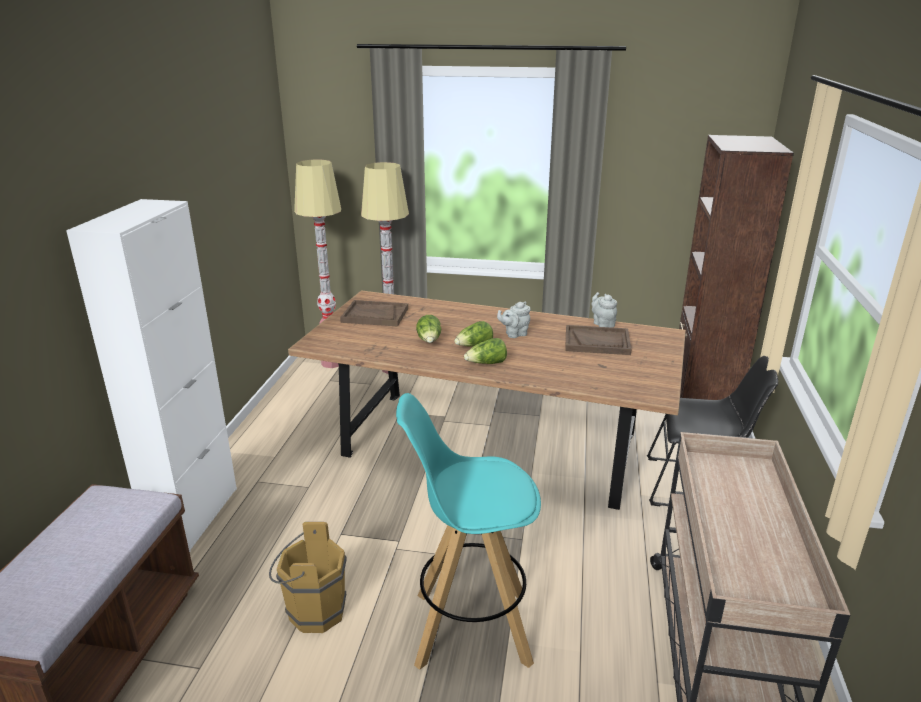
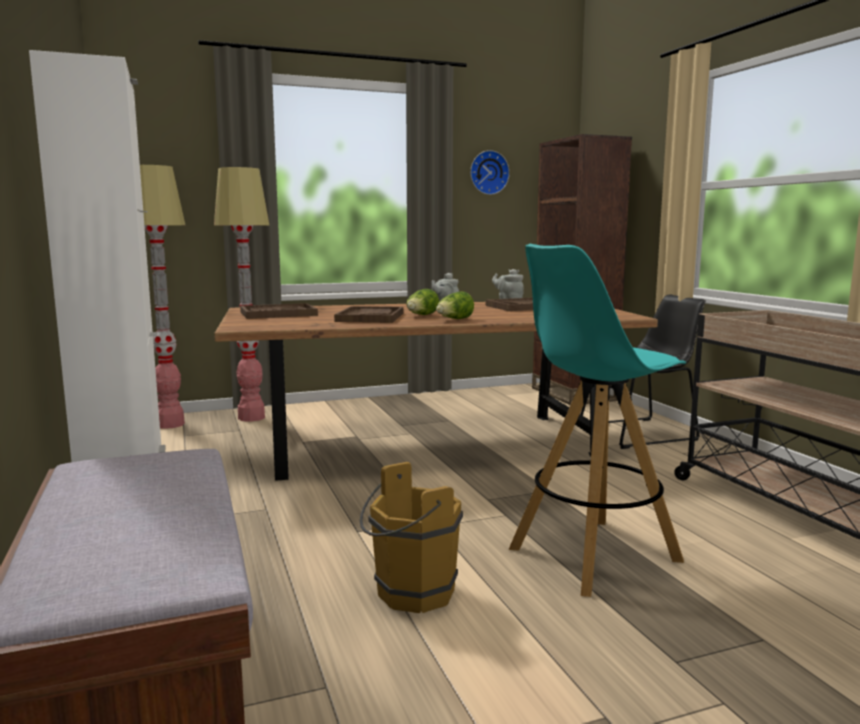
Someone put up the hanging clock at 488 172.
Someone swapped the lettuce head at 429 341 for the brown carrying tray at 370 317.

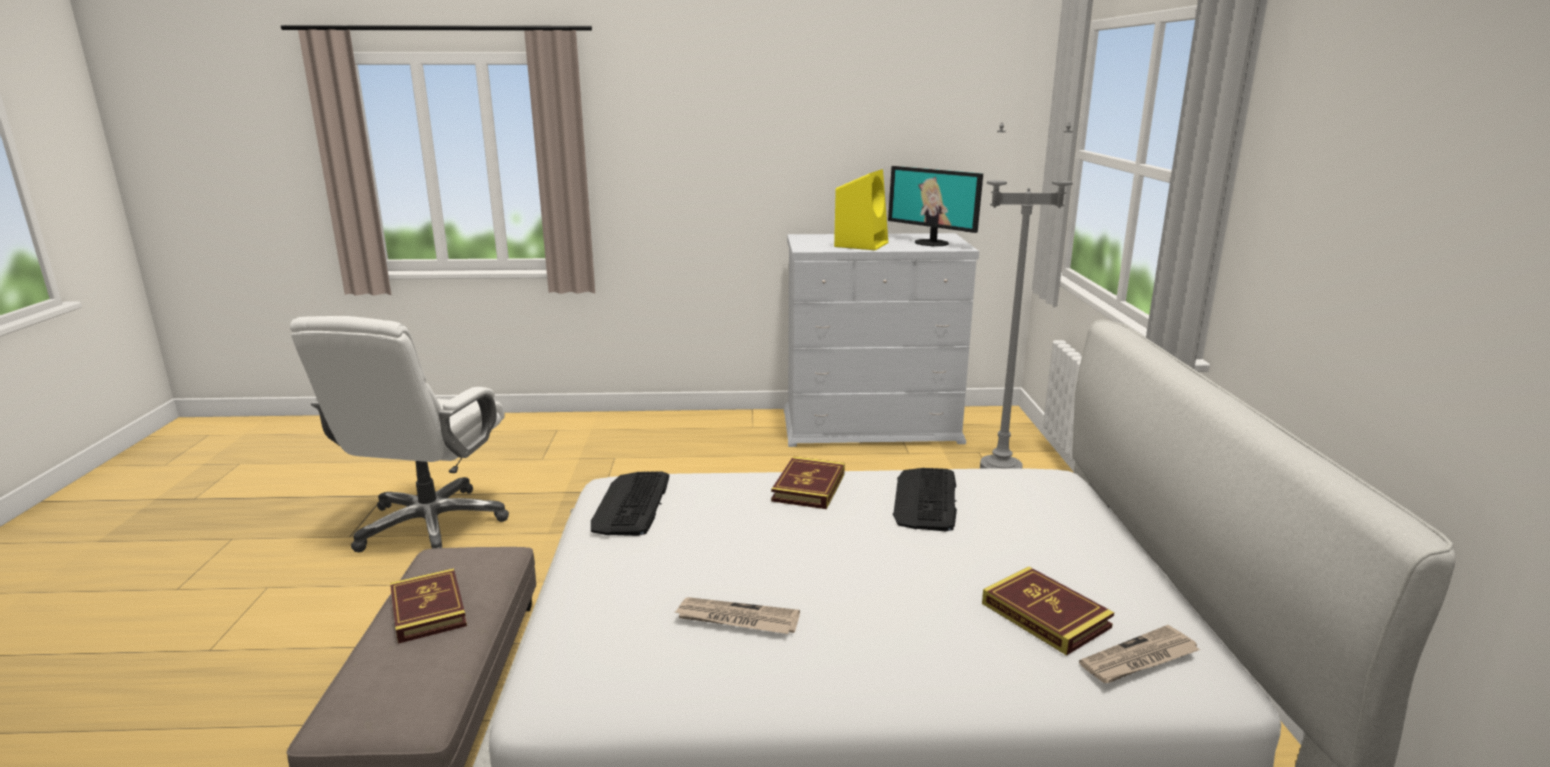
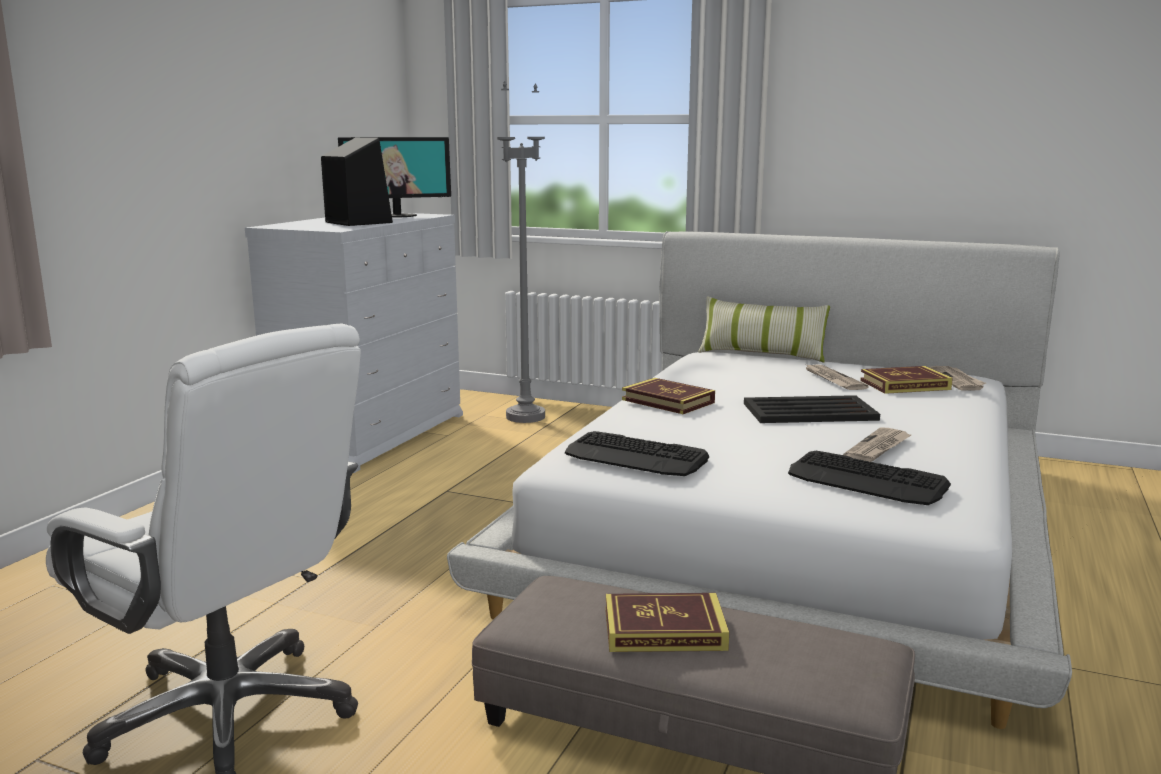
Someone put down the throw pillow at 762 354.
Someone put down the blackish carrying tray at 808 411.
Someone put down the printed paper at 832 379.
Someone carried the PC keyboard from 926 500 to 867 480.
Someone repainted the yellowish loudspeaker at 861 244, which became the blackish loudspeaker at 357 222.

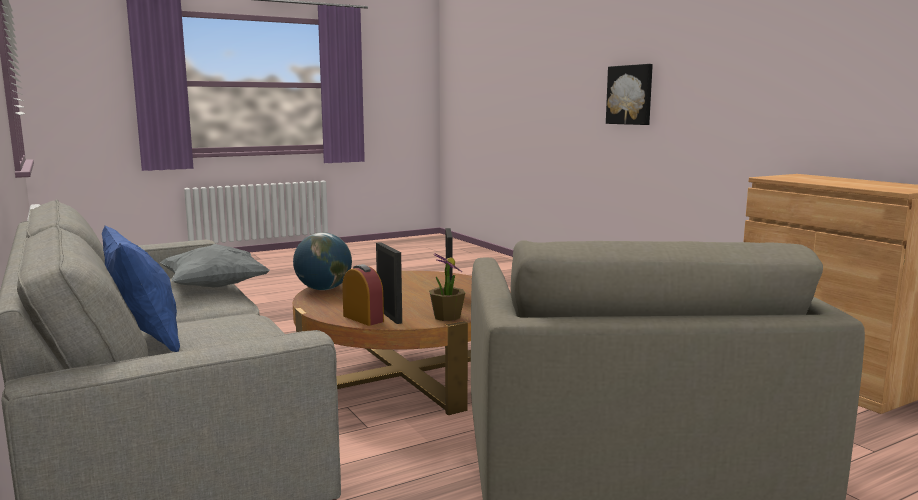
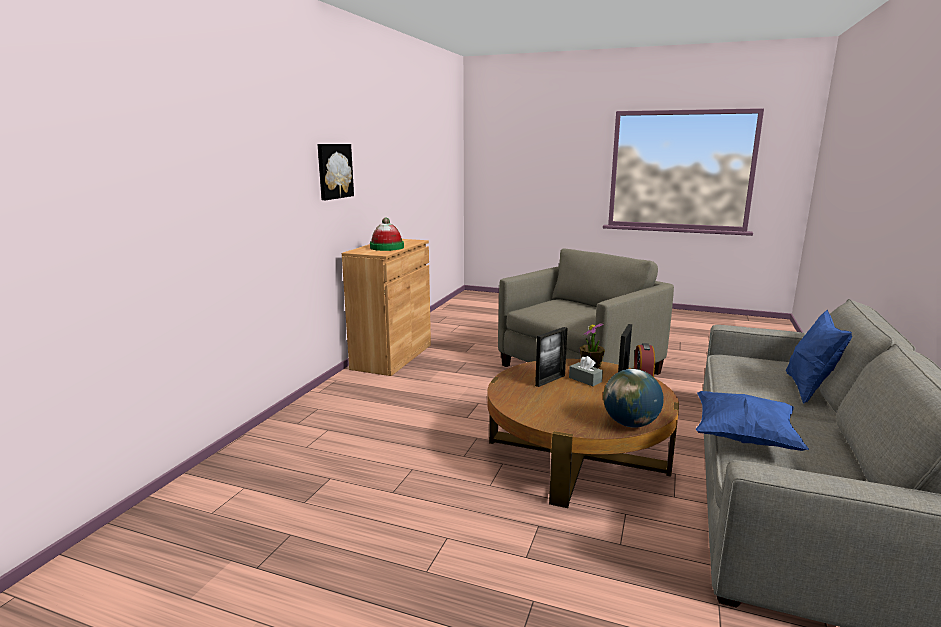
Someone put down the wearable hat at 387 247.
Someone put down the gray tissue box at 585 380.
Someone carried the wall art from 630 95 to 334 171.
Someone repainted the gray throw pillow at 215 287, which became the blue throw pillow at 743 438.

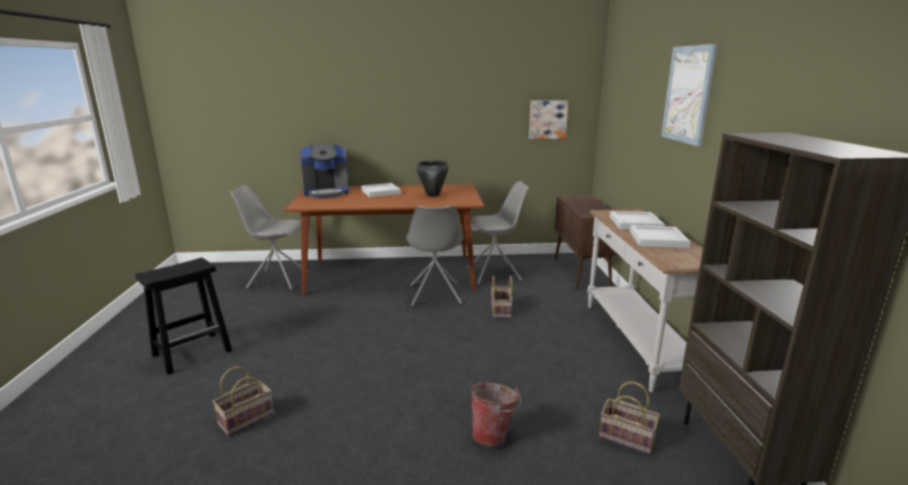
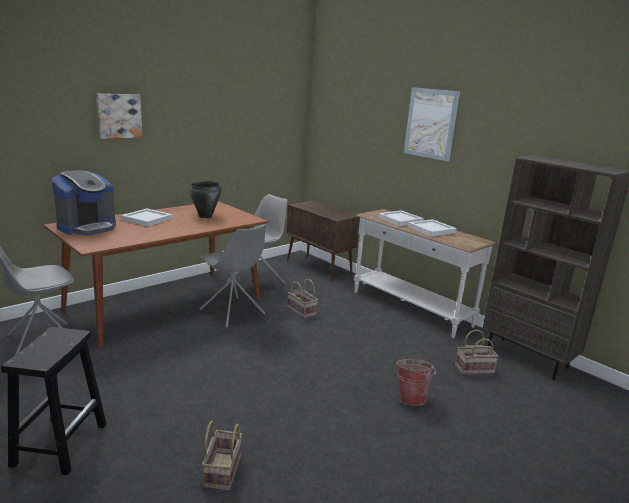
Someone carried the wall art from 547 119 to 118 116.

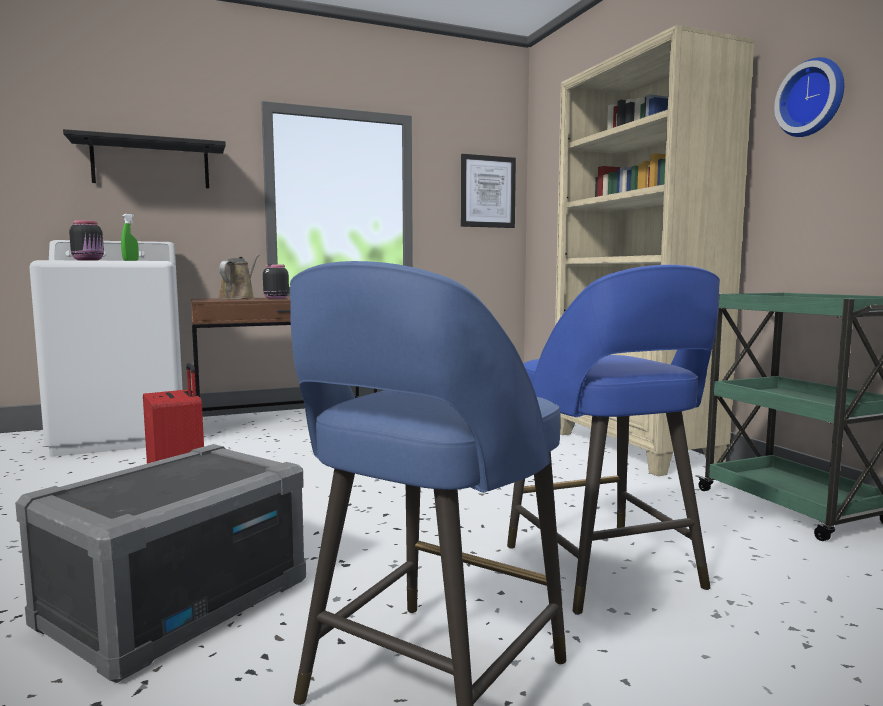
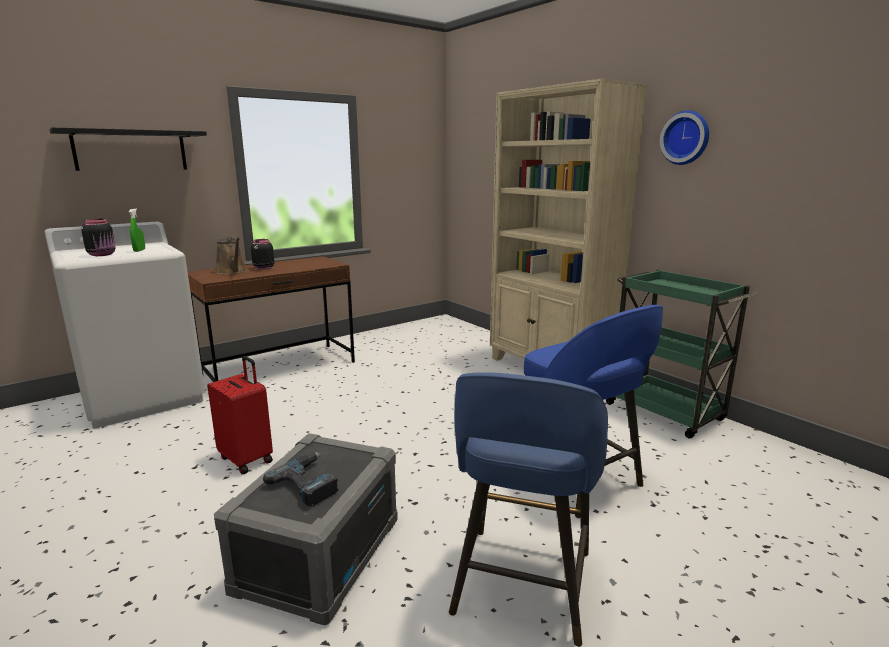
Someone took away the wall art at 487 192.
Someone put down the power drill at 309 483.
Someone rotated the brown sprinkling can at 238 299 by 150 degrees clockwise.

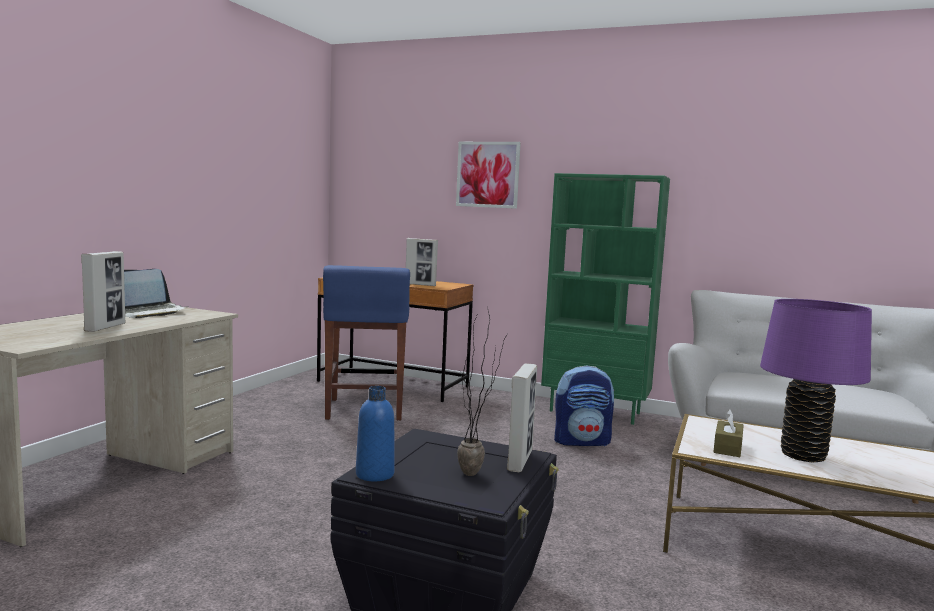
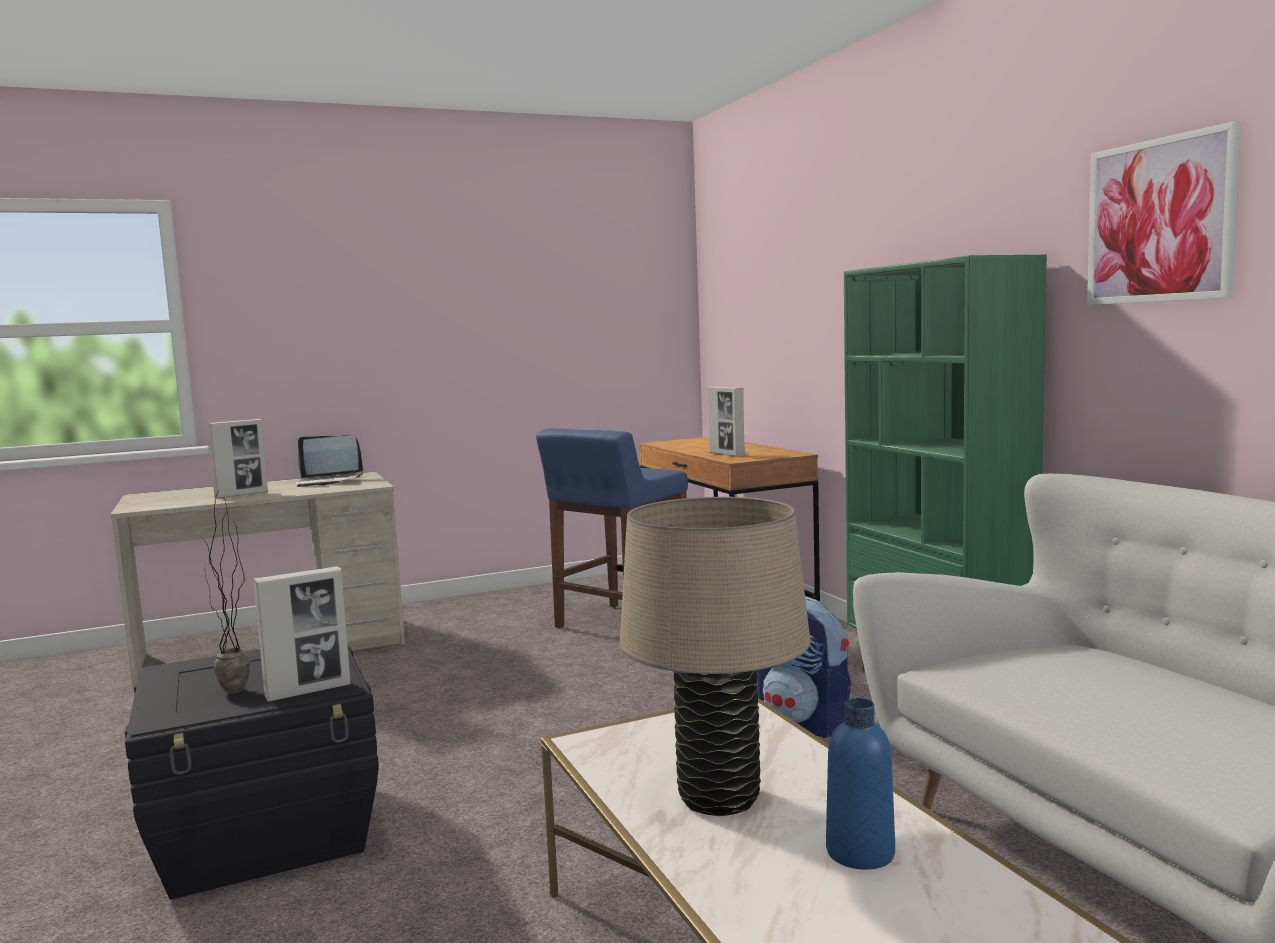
Someone took away the brown tissue box at 727 447.
Someone carried the blue bottle from 375 474 to 860 852.
Someone carried the wall art from 488 174 to 1160 221.
Someone repainted the purple lamp for a table at 803 455, which became the sand-coloured lamp for a table at 719 798.

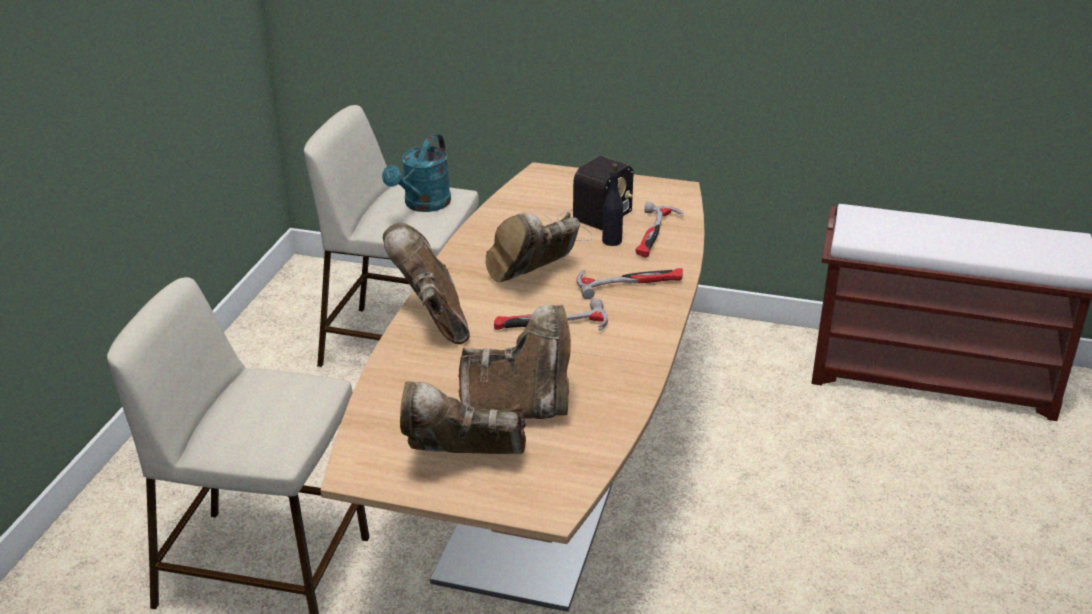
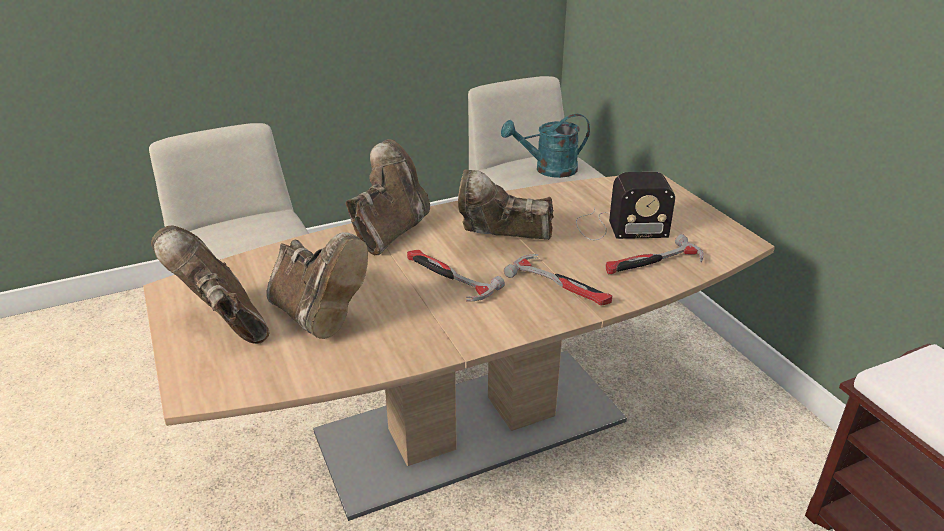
Someone took away the blackish bottle at 612 241.

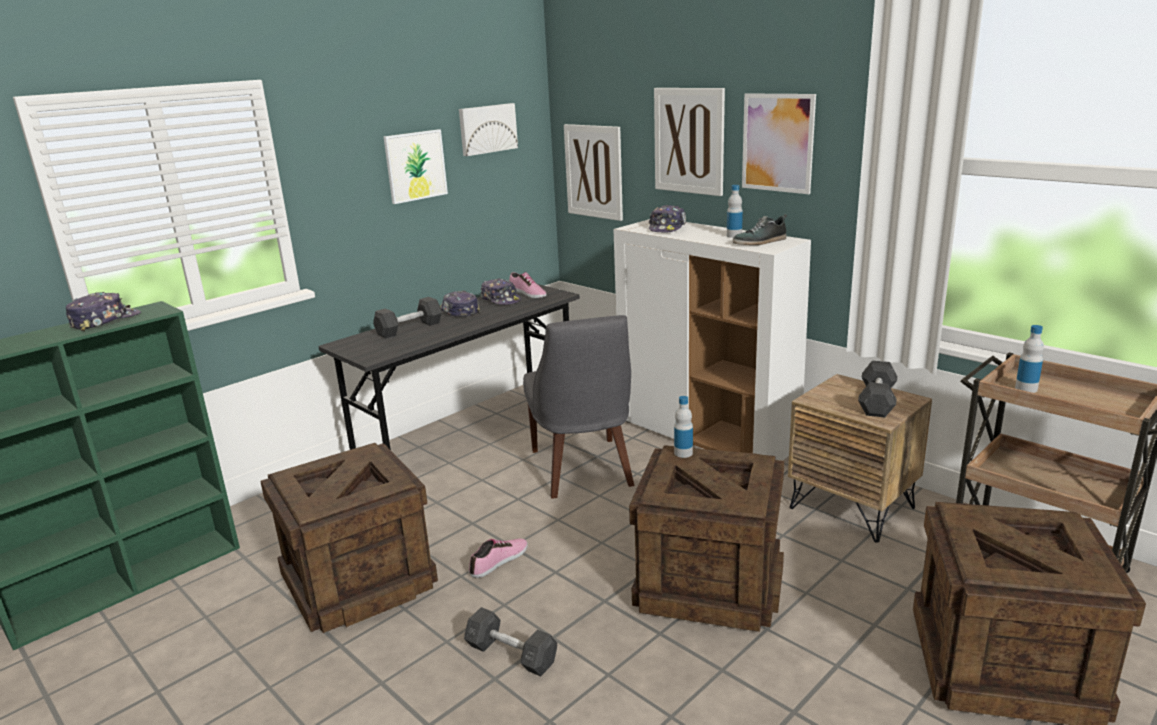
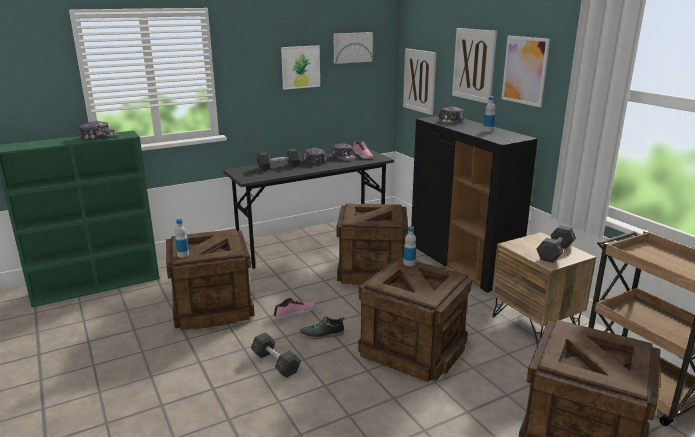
Someone carried the low shoe from 760 241 to 322 334.
Someone carried the bottle from 1026 388 to 183 255.
Someone swapped the gray plain chair at 583 470 for the crate at 371 271.
Someone repainted the white-coloured cupboard at 707 436, which became the blackish cupboard at 462 264.

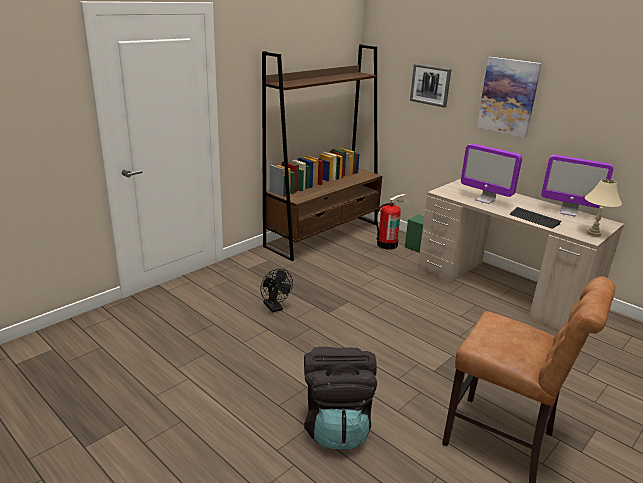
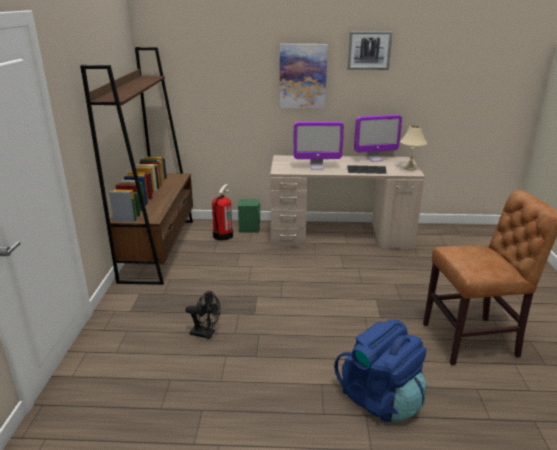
Someone carried the wall art from 430 85 to 369 50.
Someone repainted the blackish backpack at 336 425, which became the blue backpack at 380 399.

